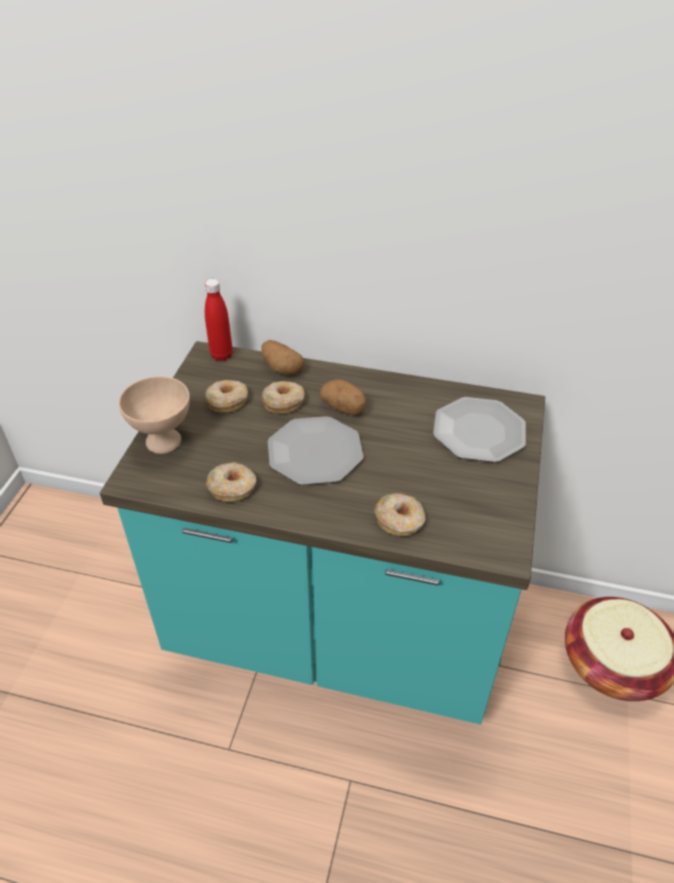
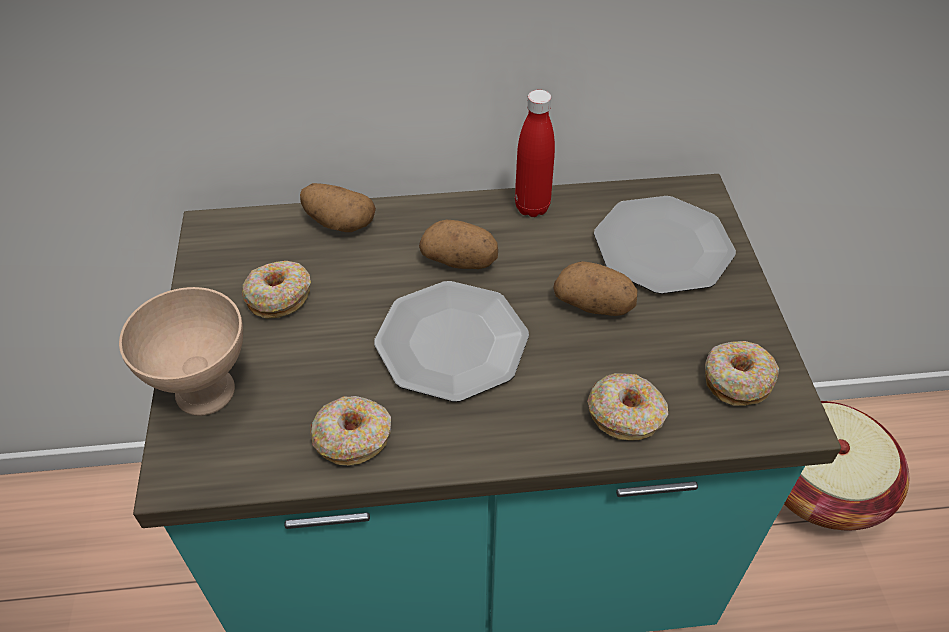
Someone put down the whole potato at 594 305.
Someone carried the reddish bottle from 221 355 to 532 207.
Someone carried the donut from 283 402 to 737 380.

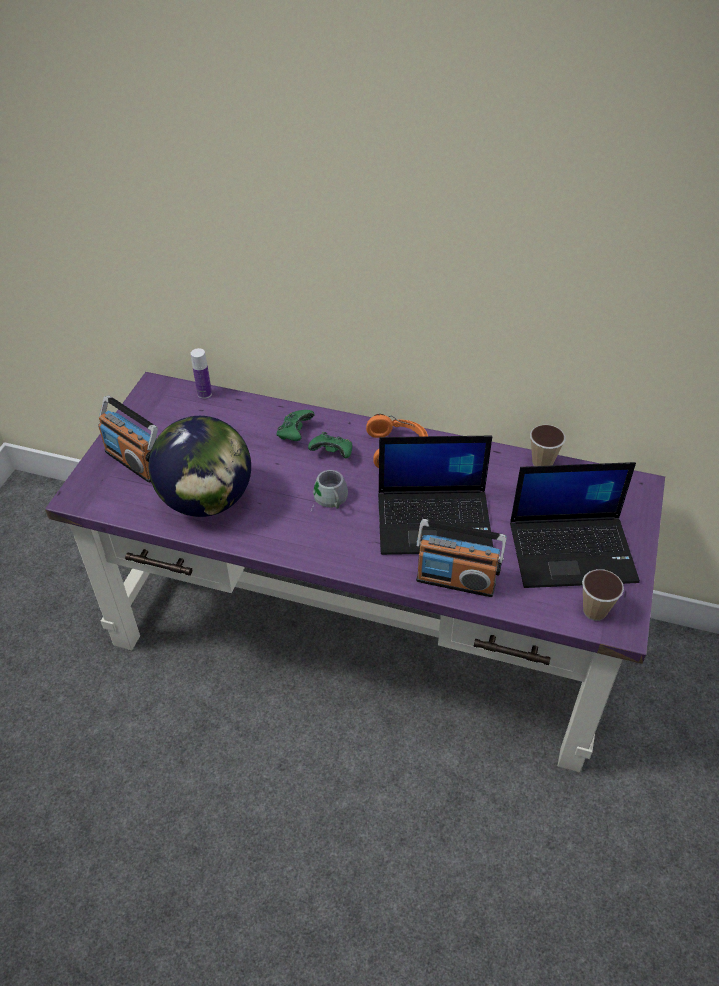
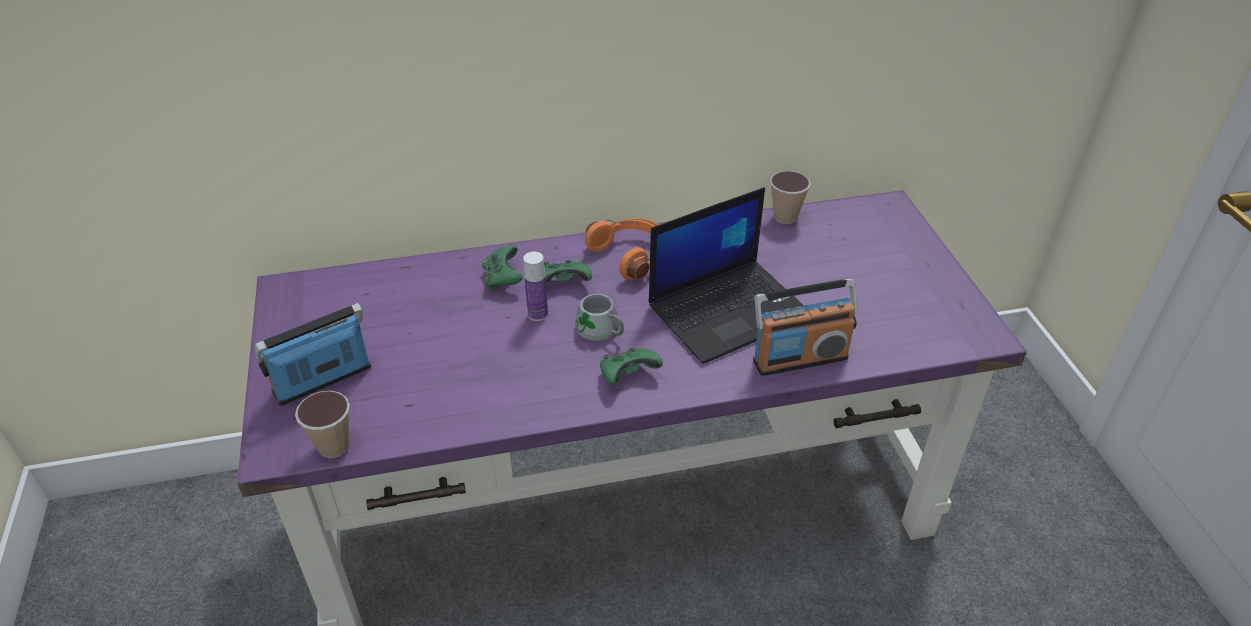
Someone took away the world globe at 206 500.
Someone took away the laptop at 573 551.
Someone put down the green-coloured game controller at 628 375.
Someone carried the bottle from 204 394 to 538 314.
Someone carried the small cup from 594 611 to 334 446.
Someone rotated the radio receiver at 134 461 by 135 degrees clockwise.

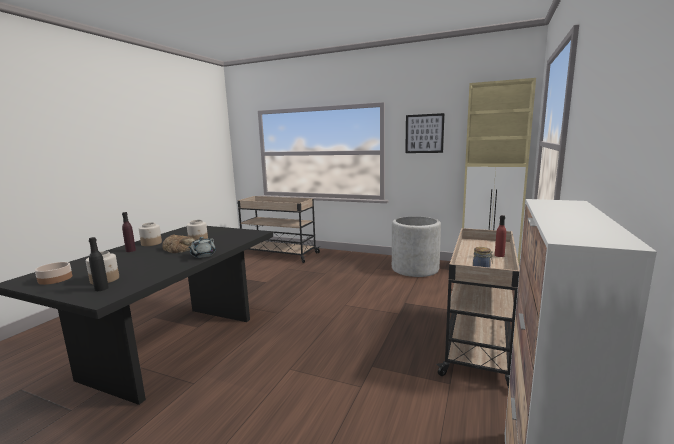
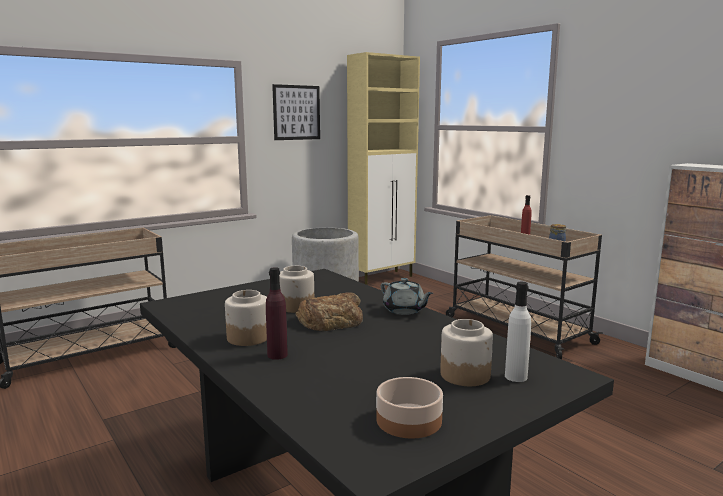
Someone repainted the blackish bottle at 101 288, which became the white-coloured bottle at 516 377.

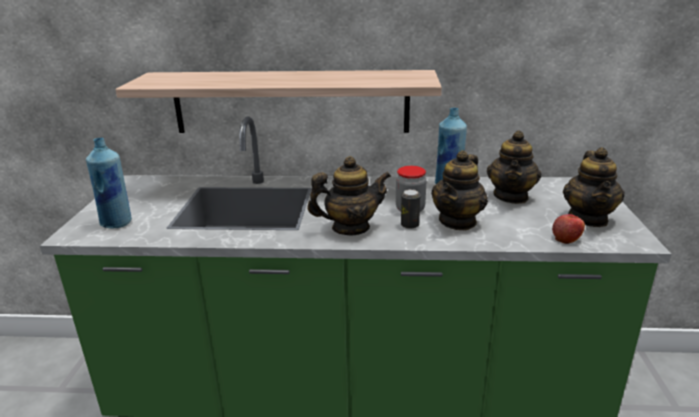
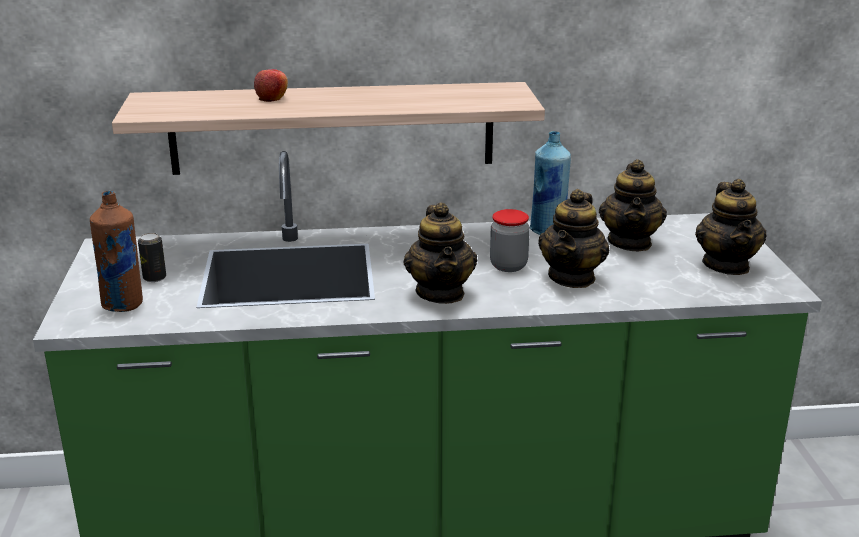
Someone carried the sealed can from 410 225 to 154 278.
Someone carried the apple fruit from 566 239 to 272 98.
Someone repainted the blue bottle at 117 223, which became the brown bottle at 123 305.
Someone rotated the tea pot at 350 228 by 105 degrees clockwise.

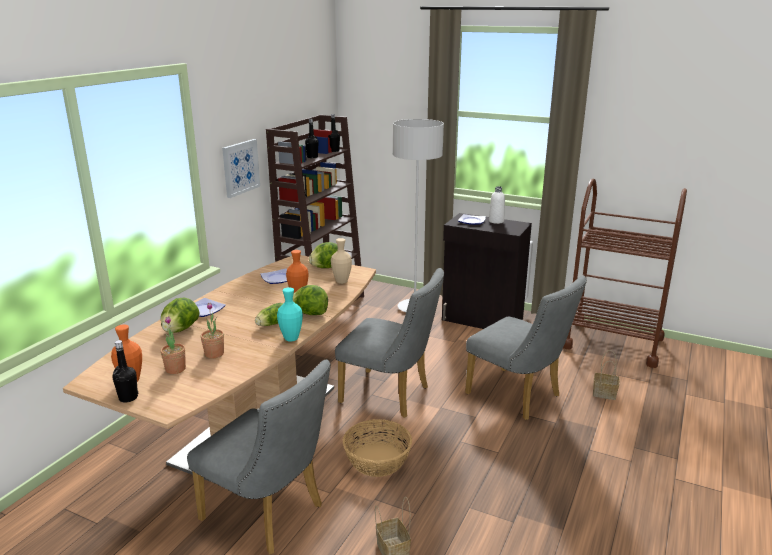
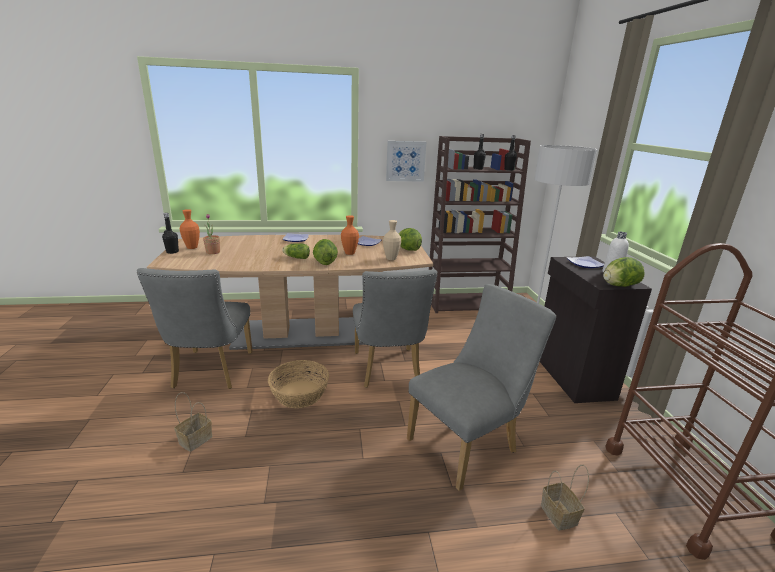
Someone took away the potted plant at 214 354.
Someone took away the blue-green decorative vase at 291 338.
Someone carried the lettuce head from 180 330 to 619 286.
Someone rotated the gray plain chair at 519 397 by 135 degrees counterclockwise.

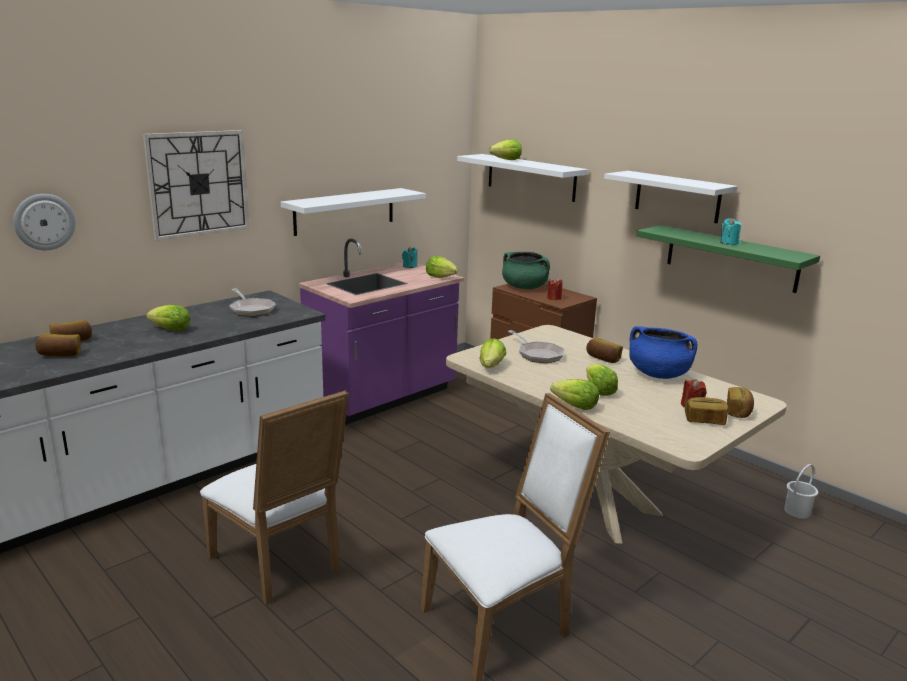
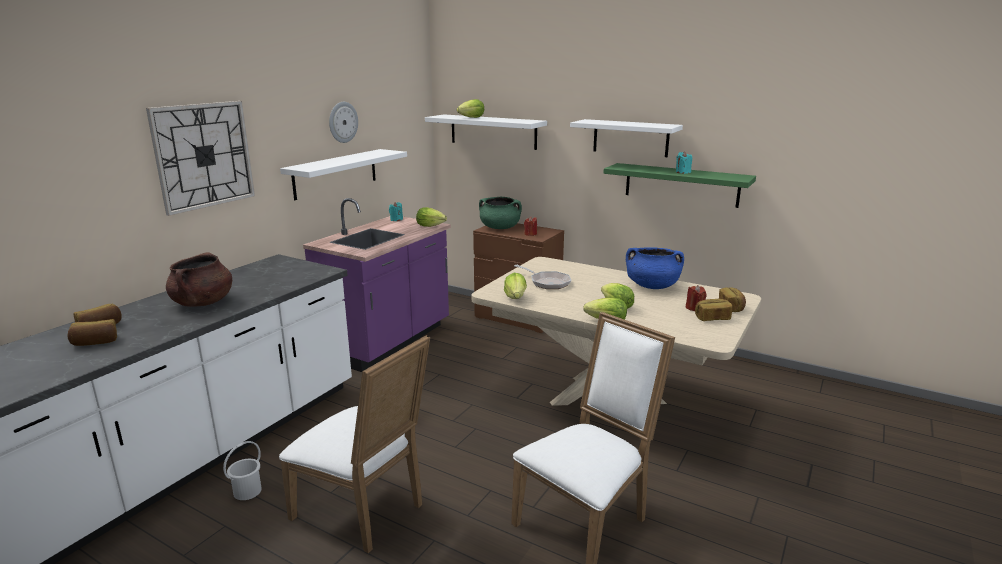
Someone took away the pan at 251 309.
Someone took away the bread at 603 358.
Someone carried the hanging clock from 44 222 to 342 122.
Someone carried the white-coloured pail from 796 511 to 247 491.
Someone swapped the lettuce head at 171 330 for the brown cooking pot at 203 302.

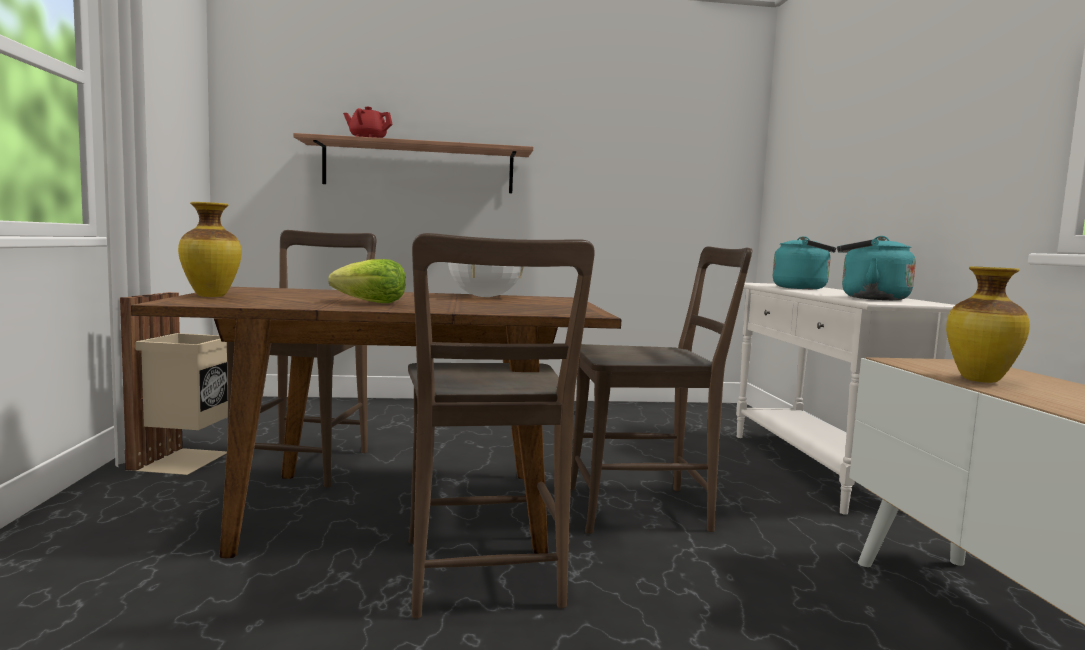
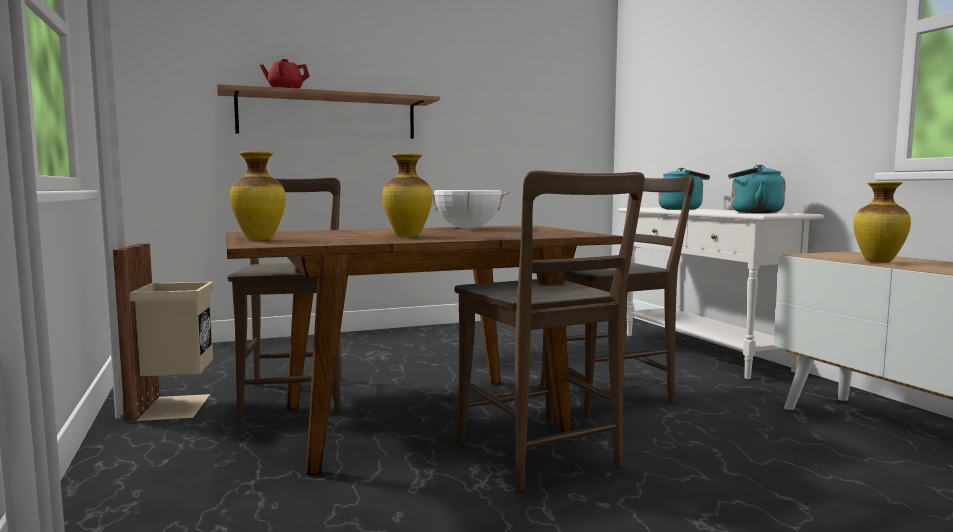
Someone swapped the lettuce head at 371 303 for the decorative vase at 408 236.

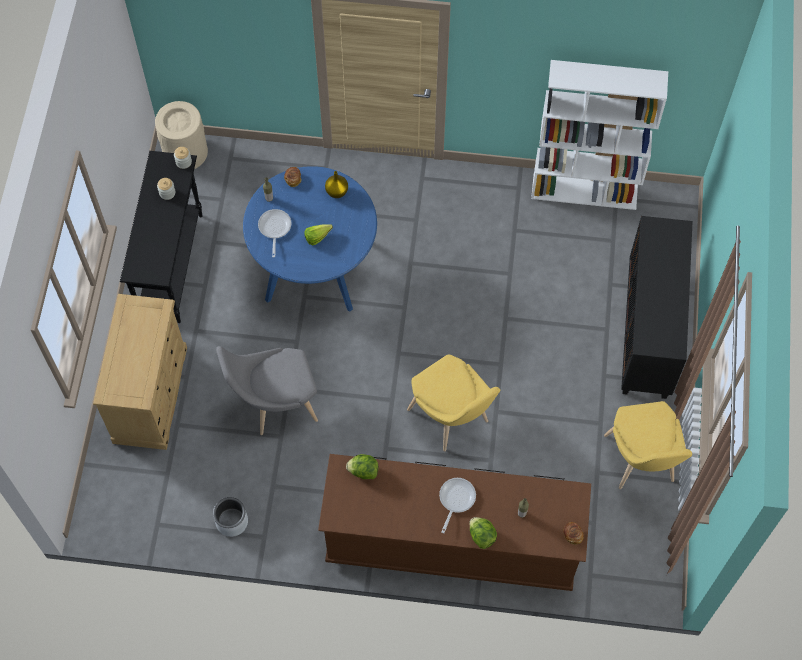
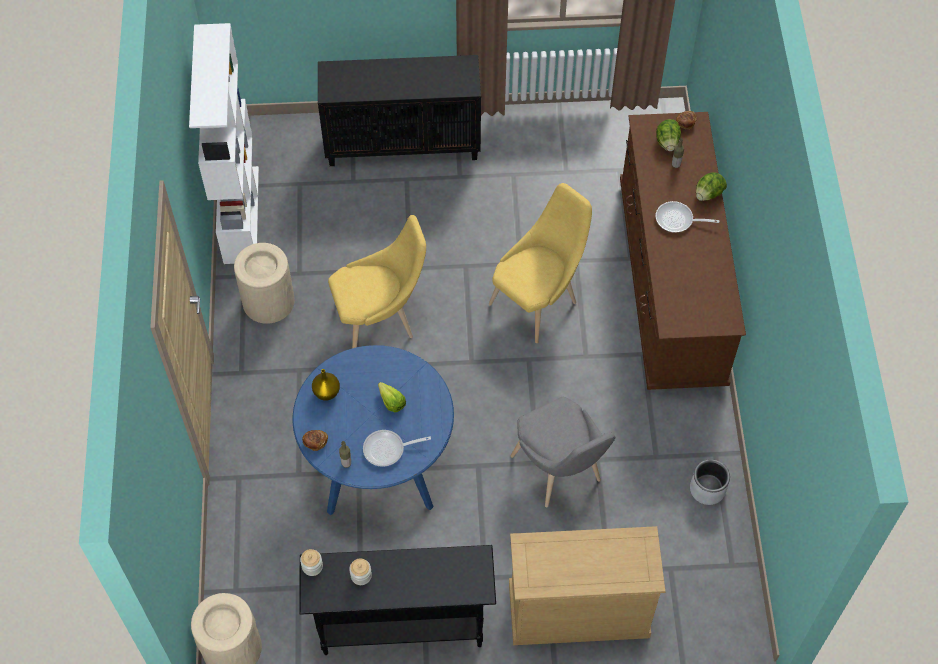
Someone put down the sand-coloured waste bin at 268 301.
Someone carried the lettuce head from 363 471 to 667 142.
Someone carried the yellowish plain chair from 641 463 to 380 320.

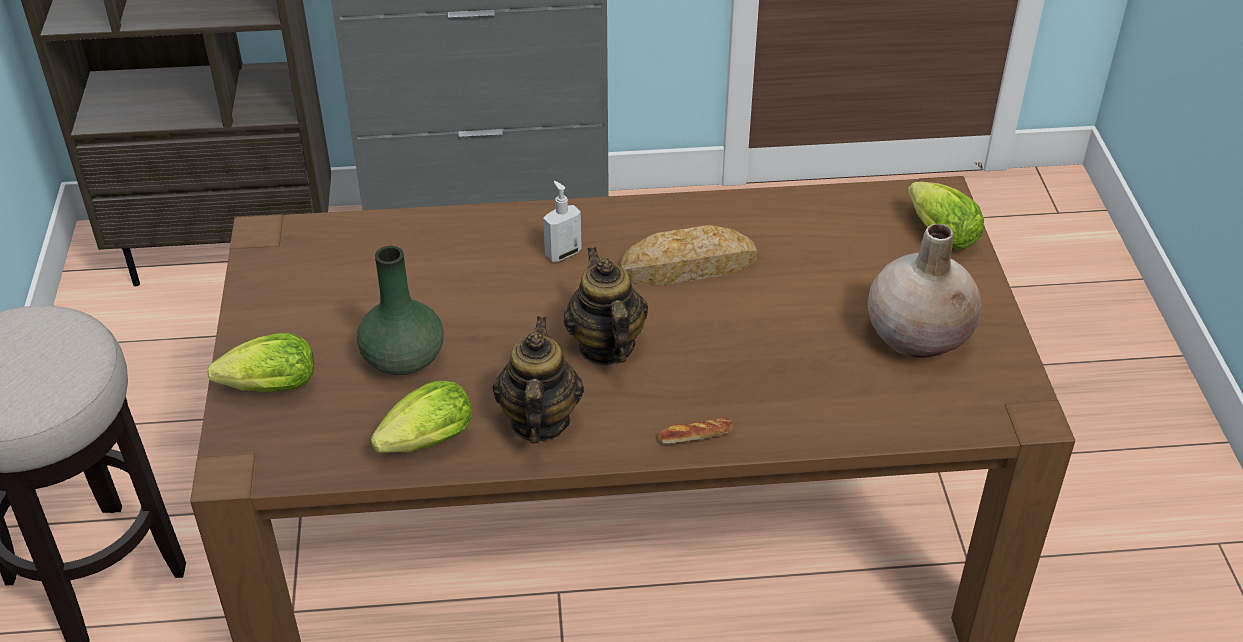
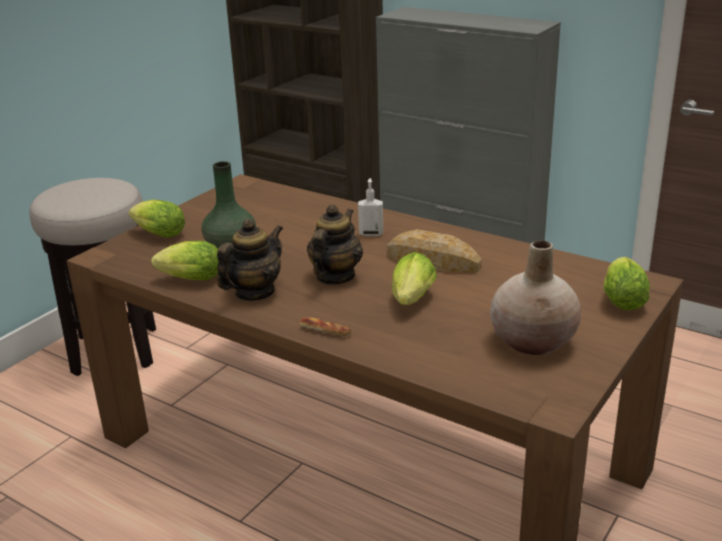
Someone put down the lettuce head at 411 301.

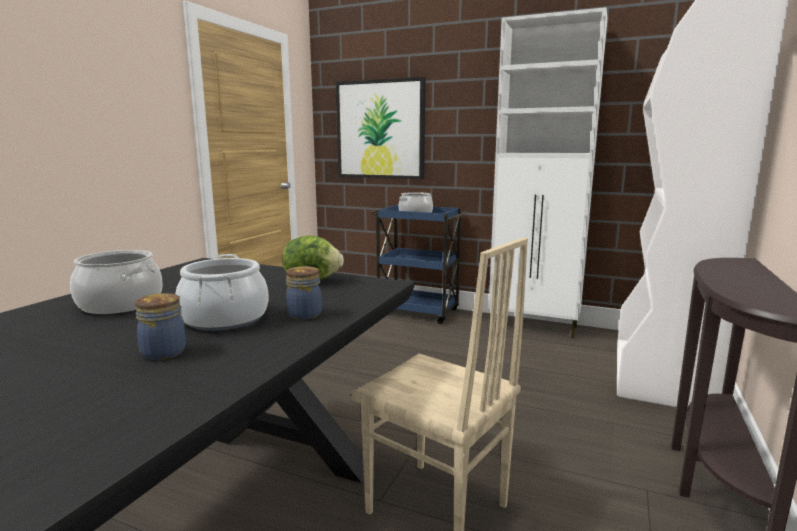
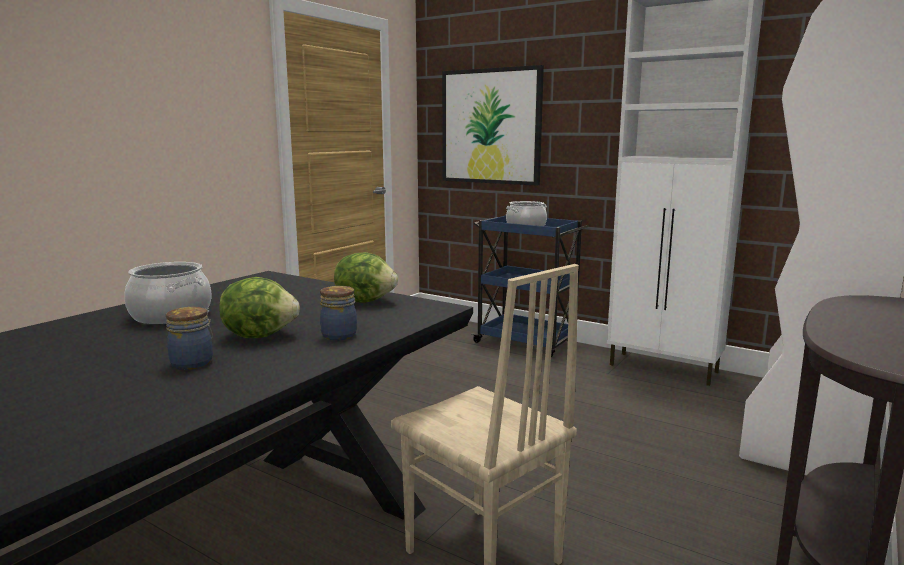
Someone swapped the cooking pot at 224 319 for the lettuce head at 260 335.

